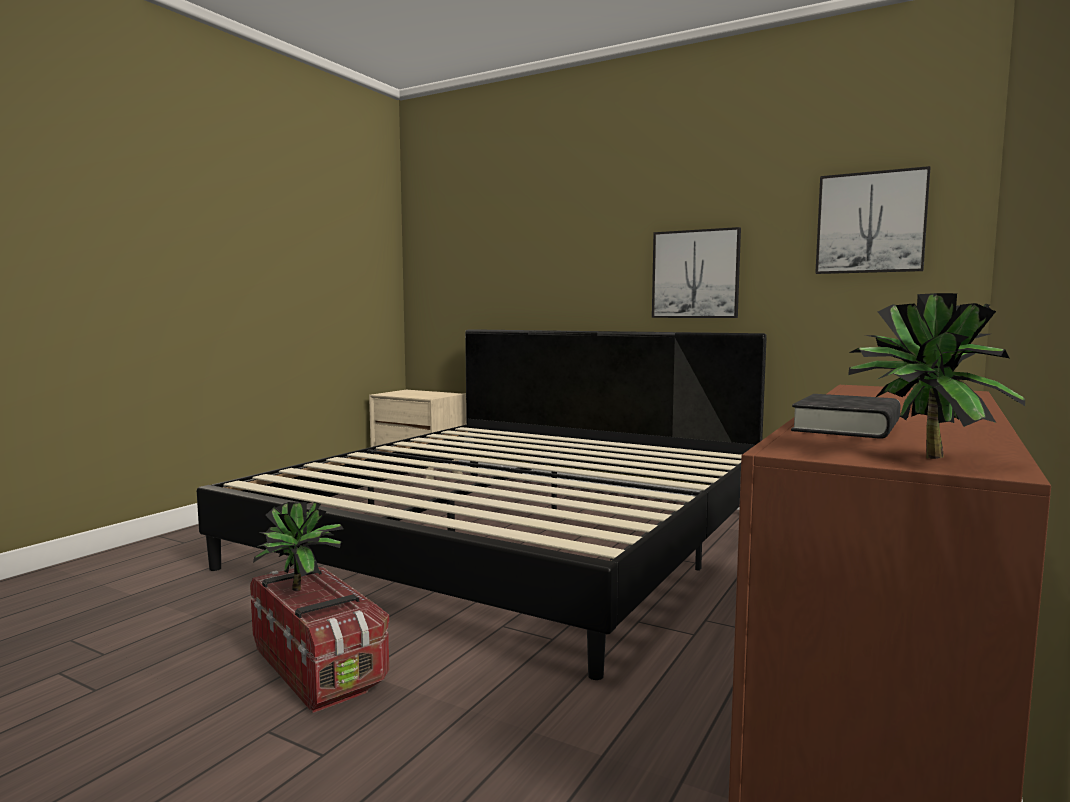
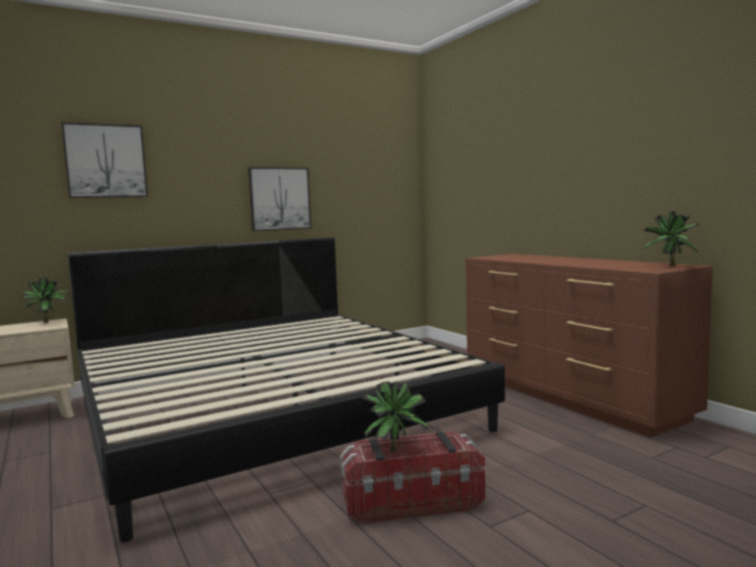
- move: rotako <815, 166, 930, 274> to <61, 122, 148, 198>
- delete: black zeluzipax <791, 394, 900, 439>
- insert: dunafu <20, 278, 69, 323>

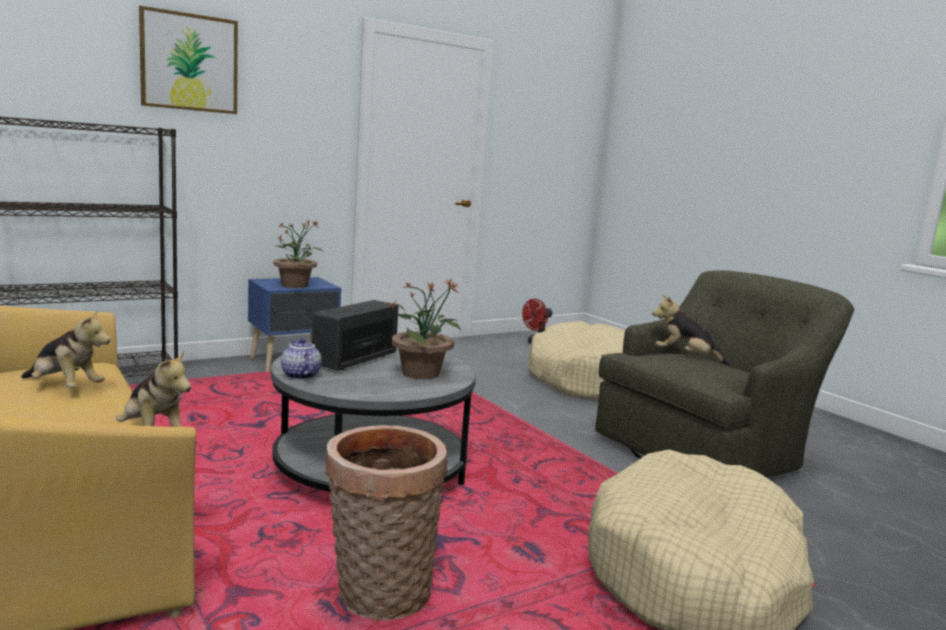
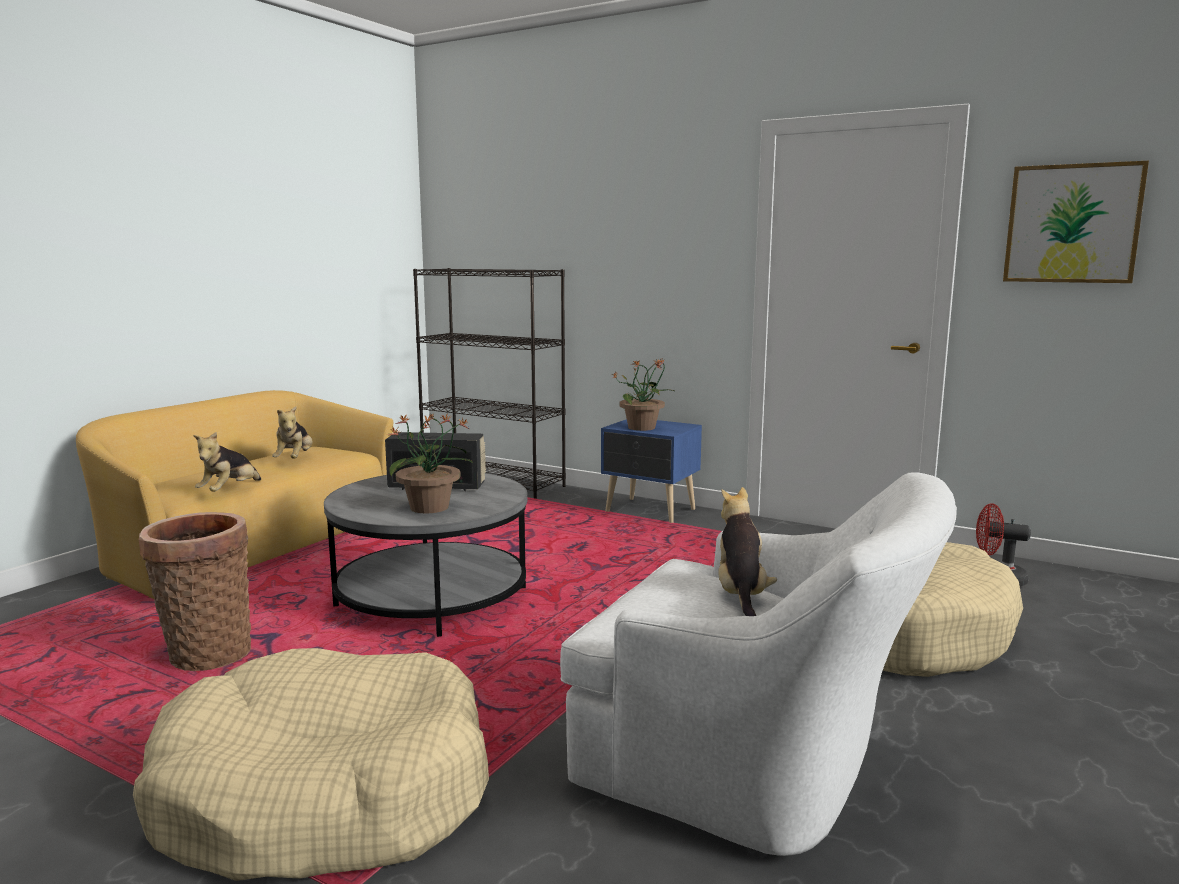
- move: rotako <139, 6, 238, 114> to <1003, 161, 1149, 283>
- recolor: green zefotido <595, 270, 854, 478> to white zefotido <560, 472, 957, 856>
- delete: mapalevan <281, 338, 322, 379>

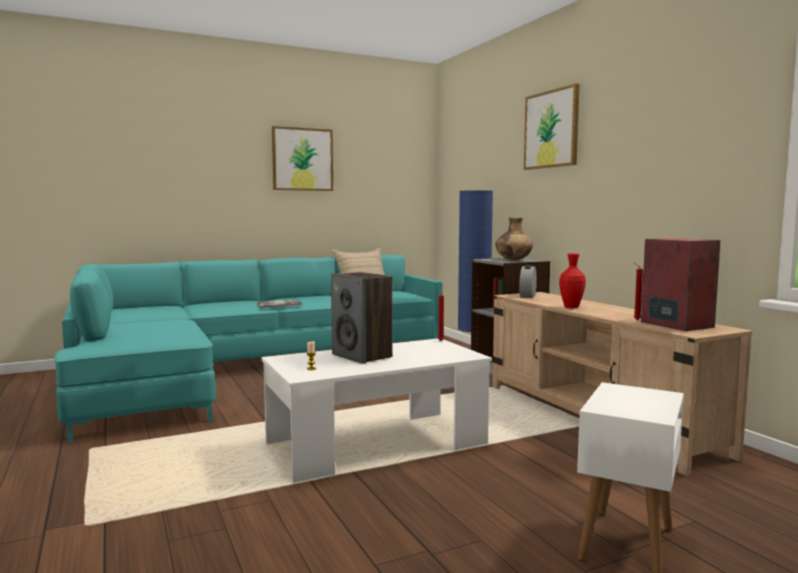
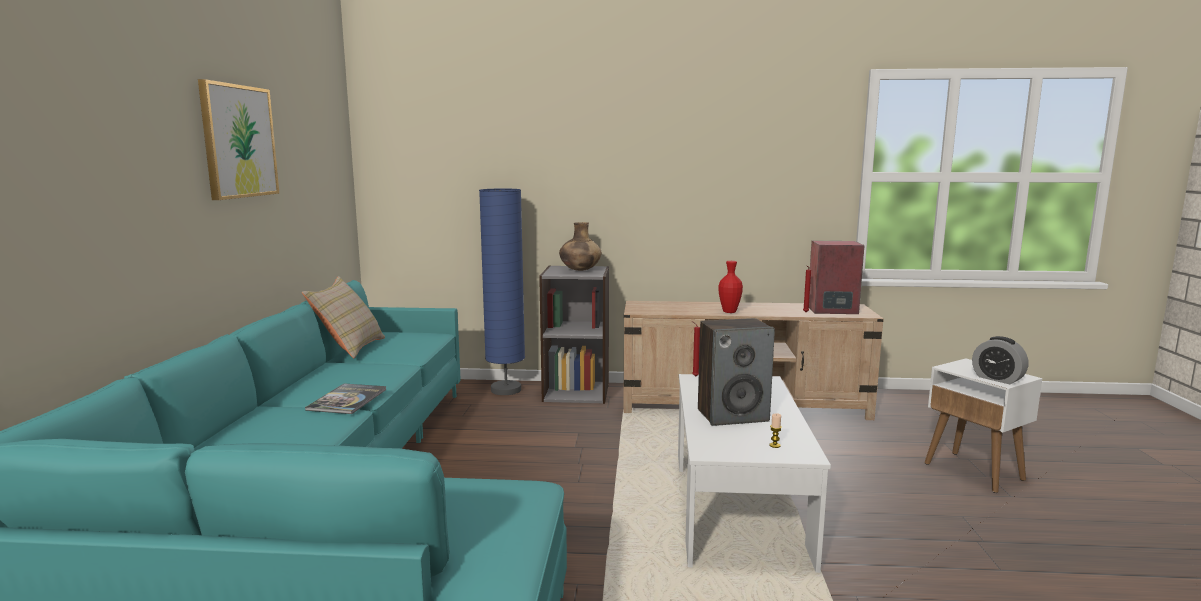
- delete: rotako <524, 83, 580, 170>
- move: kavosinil <519, 265, 537, 298> to <972, 336, 1028, 384>

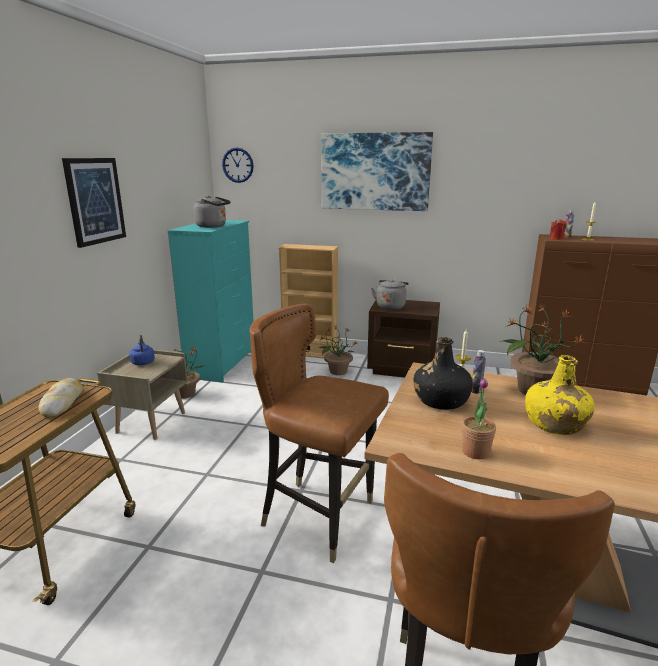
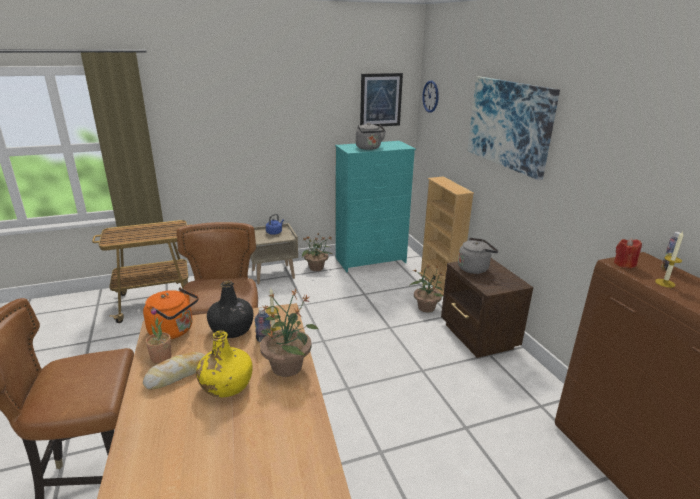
- move: rotako <62, 158, 126, 248> to <360, 73, 403, 126>
- move: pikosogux <39, 378, 83, 417> to <143, 352, 205, 390>
- insert: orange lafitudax <143, 287, 199, 339>

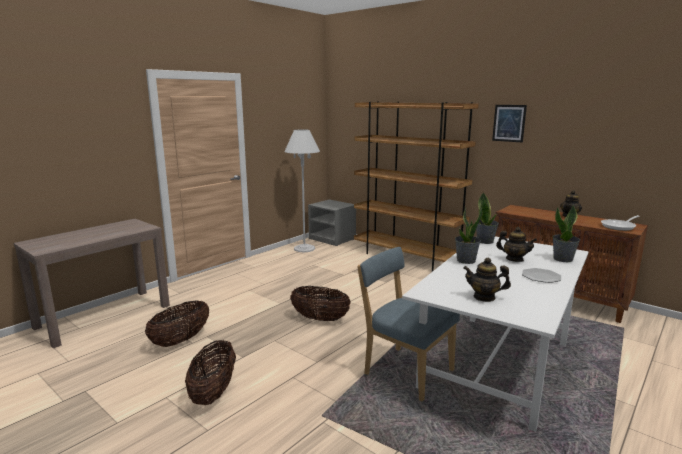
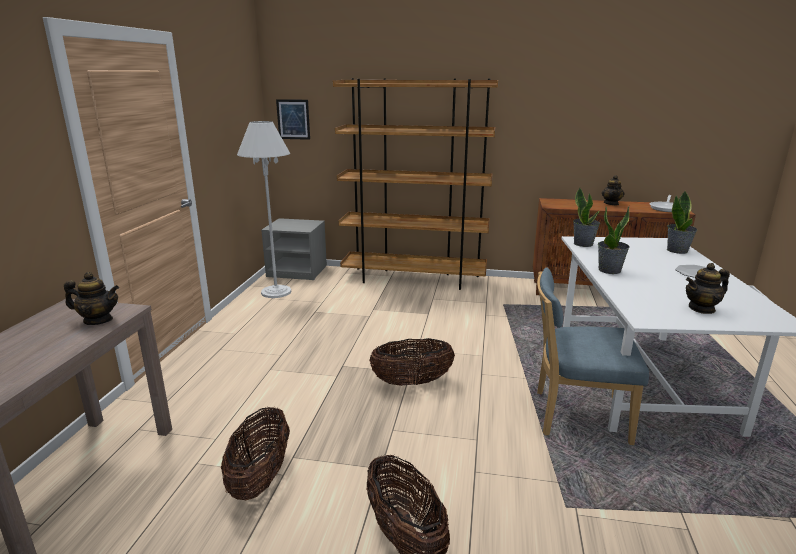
- move: rotako <492, 105, 527, 142> to <276, 99, 310, 140>
- move: mapalevan <496, 227, 537, 262> to <64, 272, 119, 325>

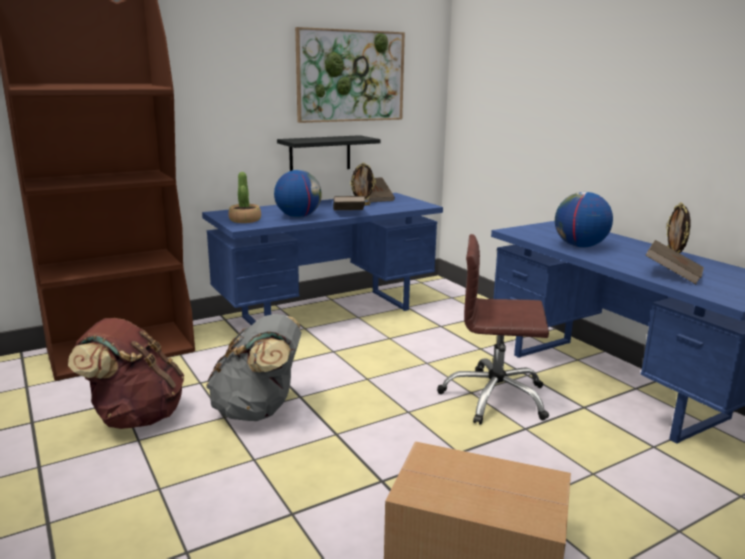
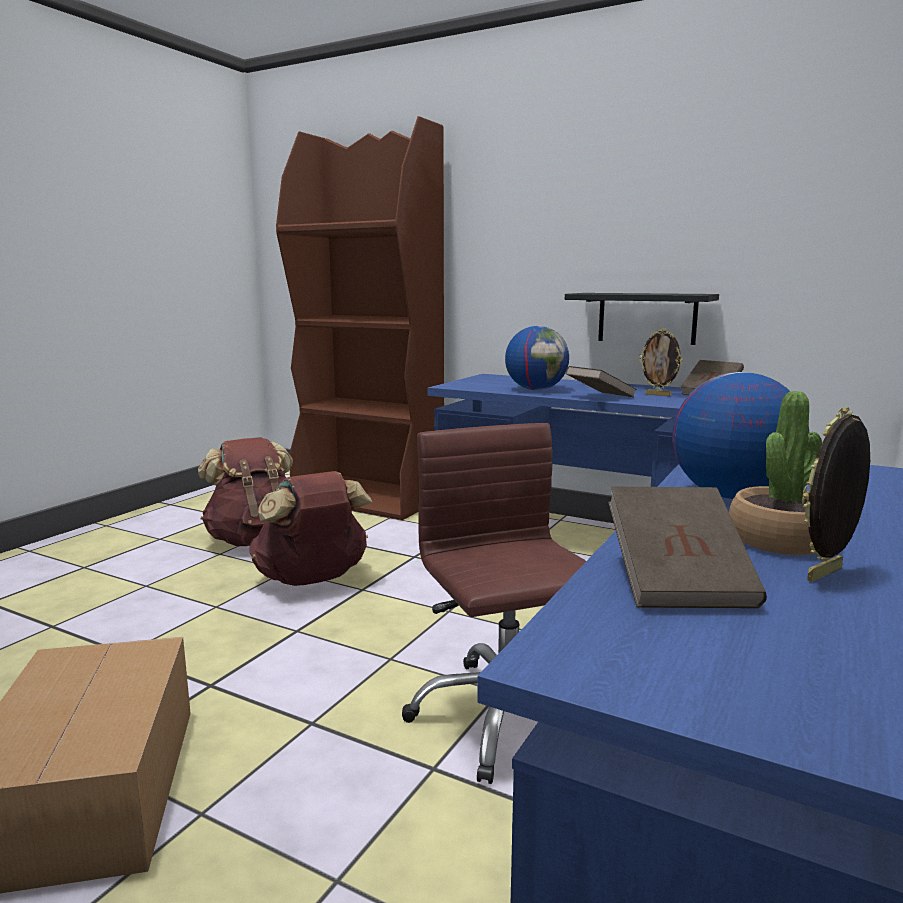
- delete: rotako <295, 27, 405, 123>
- move: dunafu <228, 172, 261, 223> to <729, 391, 822, 555>
- recolor: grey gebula <206, 314, 301, 421> to brown gebula <249, 471, 373, 586>

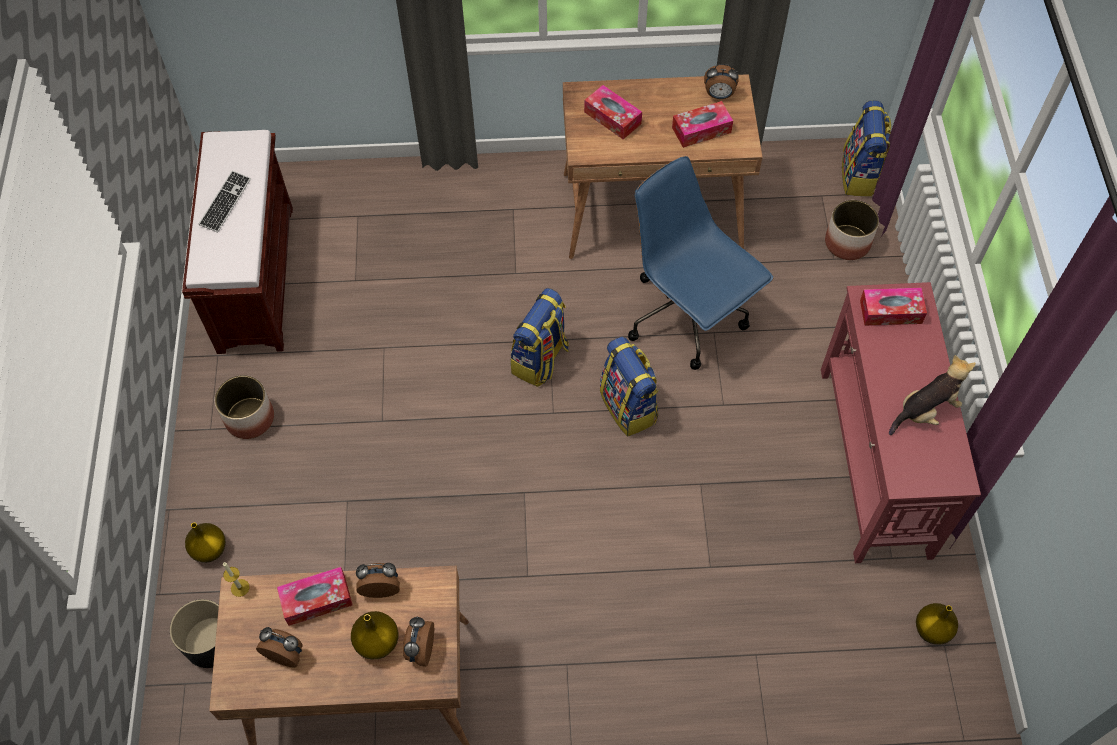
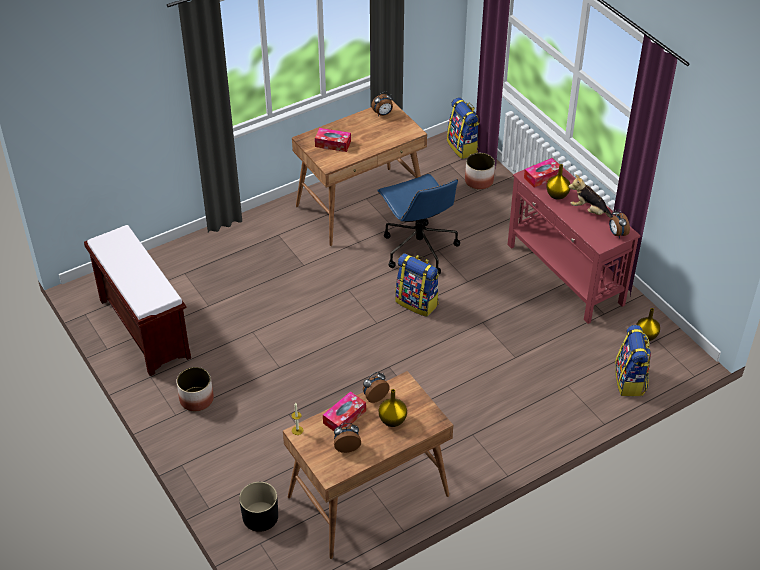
- delete: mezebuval <672, 101, 733, 148>
- rotate: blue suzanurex <628, 156, 773, 370> = <377, 174, 460, 274> 135 degrees counterclockwise
- delete: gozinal <198, 171, 251, 233>
- move: gebula <510, 288, 569, 387> to <615, 325, 651, 396>
- rotate: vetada <889, 355, 976, 435> = <568, 174, 613, 218> 90 degrees counterclockwise
- move: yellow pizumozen <185, 523, 226, 563> to <546, 164, 570, 200>
- move: kavosinil <403, 616, 434, 667> to <609, 209, 630, 238>

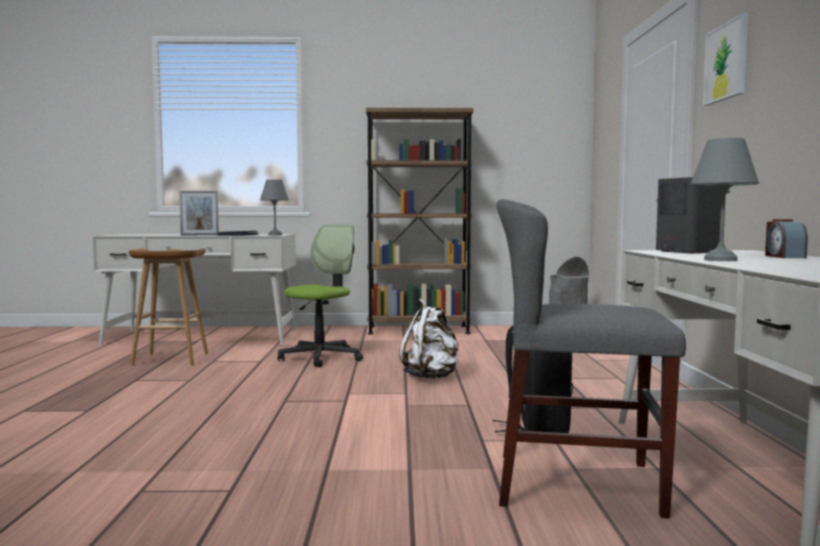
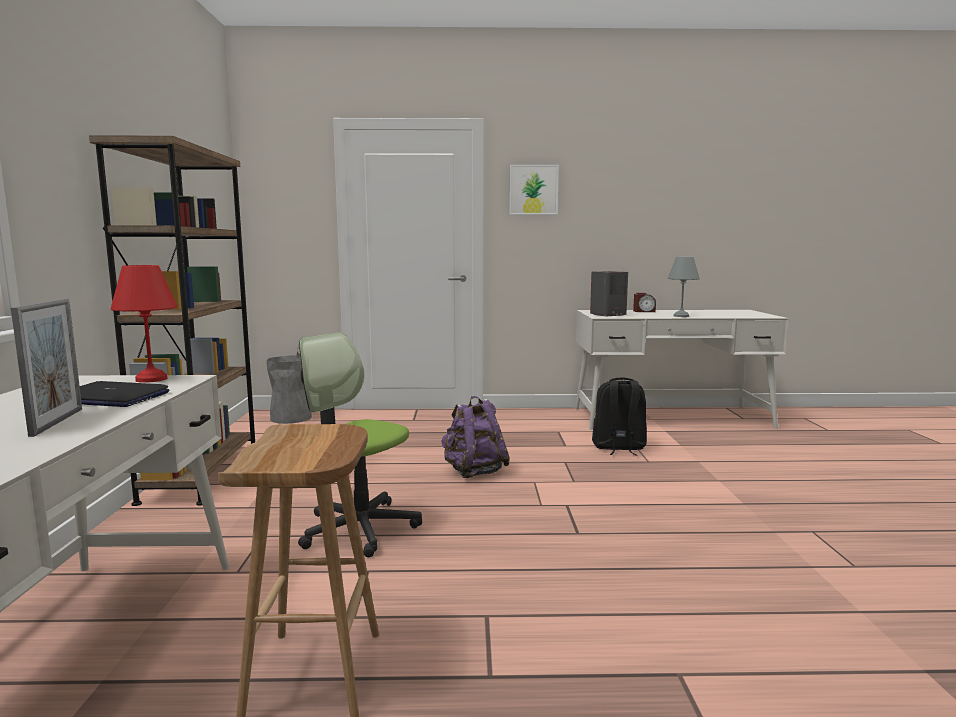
- recolor: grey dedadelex <260, 179, 289, 235> to red dedadelex <111, 265, 177, 383>
- delete: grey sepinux <497, 199, 686, 519>
- recolor: white gebula <399, 299, 459, 379> to purple gebula <441, 396, 510, 478>

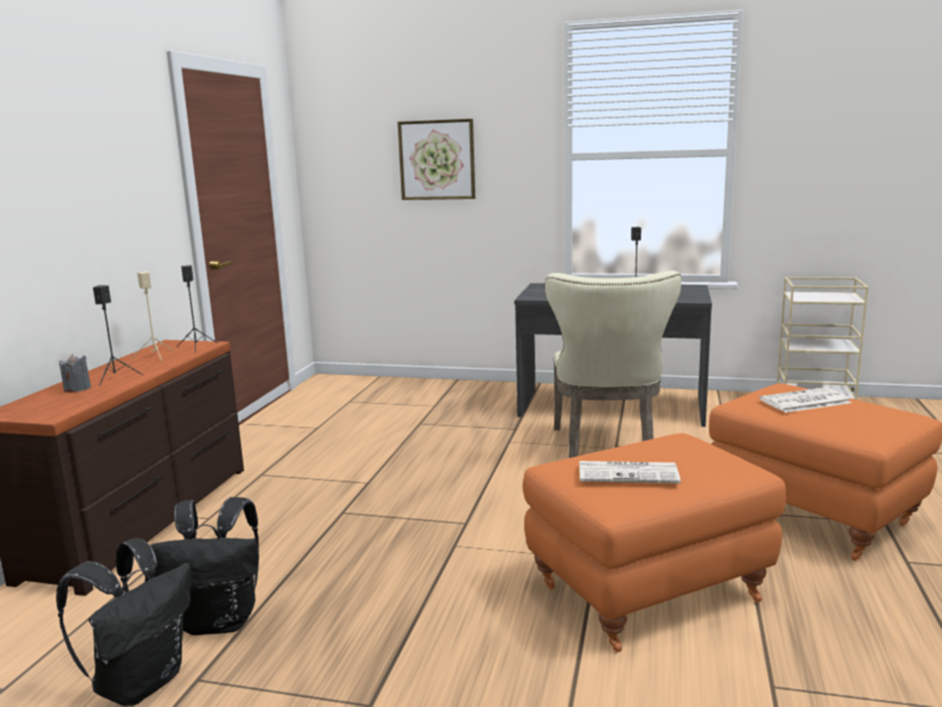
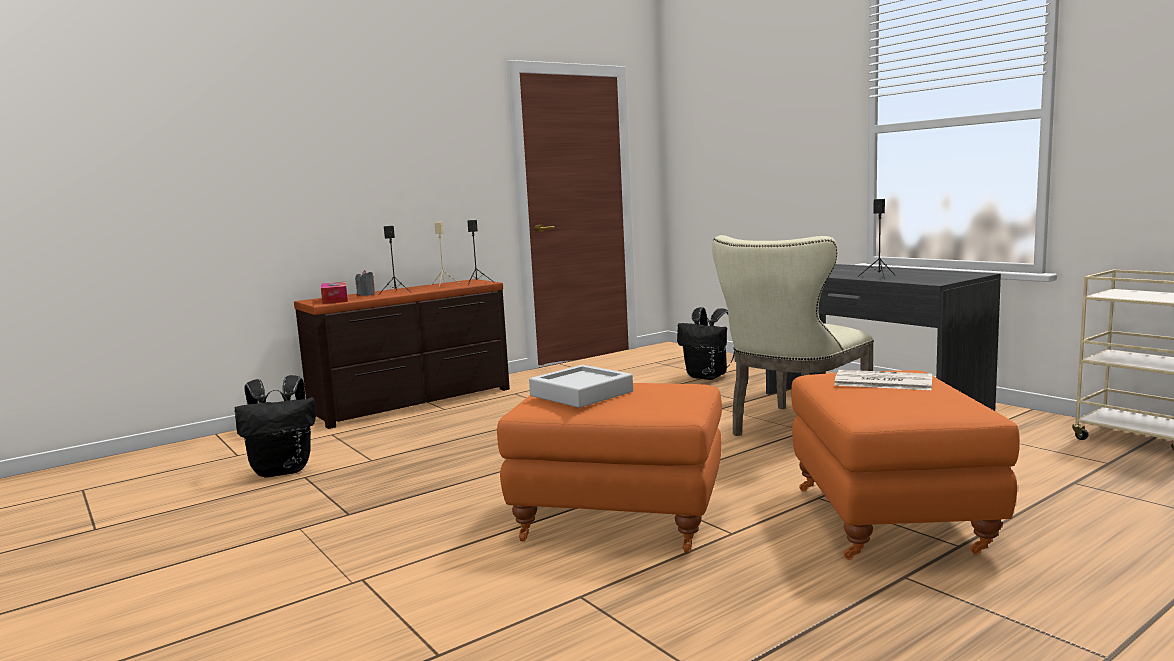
- delete: rotako <398, 119, 475, 200>
- replace: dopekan <579, 461, 681, 483> to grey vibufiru <529, 365, 633, 408>
- move: black gebula <151, 497, 259, 635> to <677, 307, 735, 380>
- insert: mezebuval <321, 282, 348, 304>

